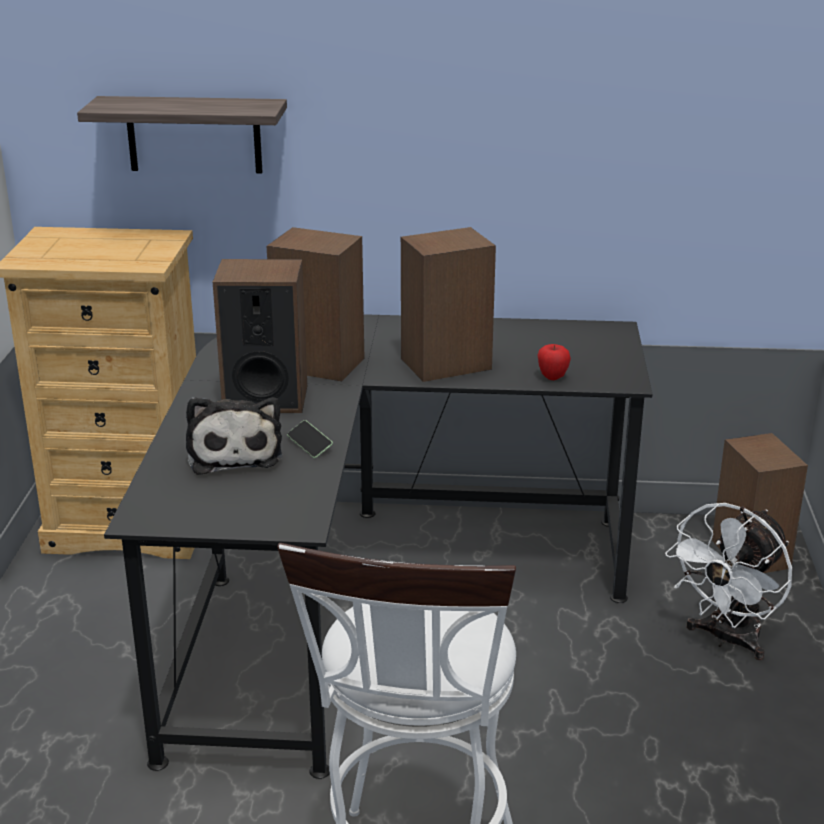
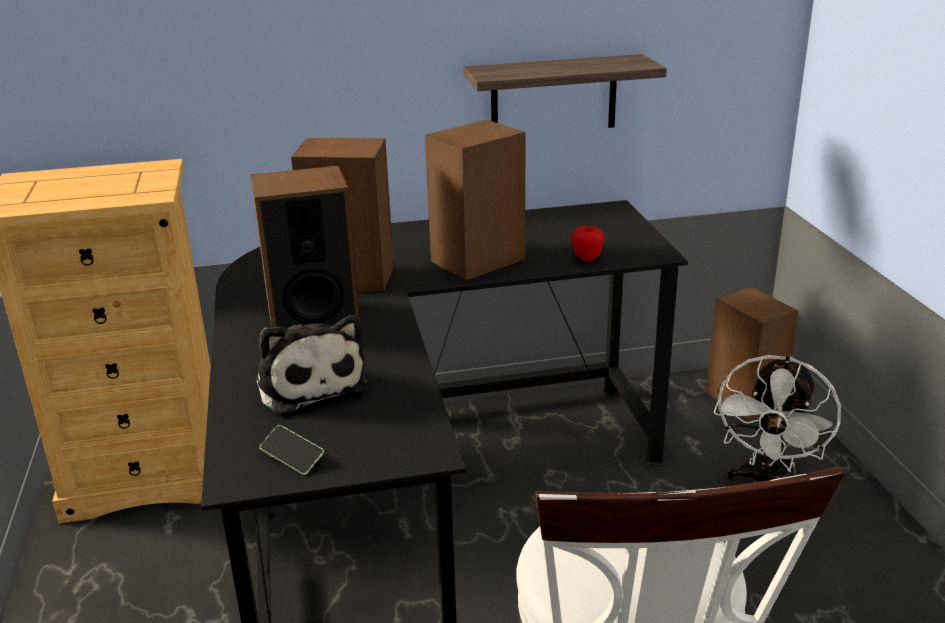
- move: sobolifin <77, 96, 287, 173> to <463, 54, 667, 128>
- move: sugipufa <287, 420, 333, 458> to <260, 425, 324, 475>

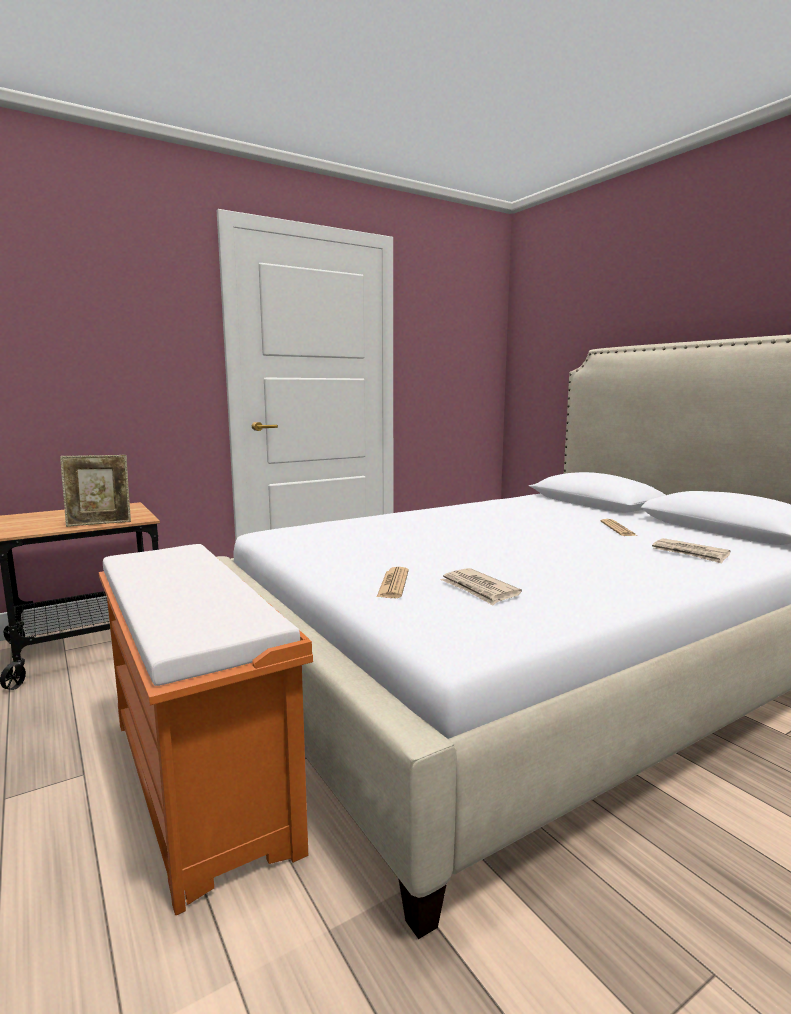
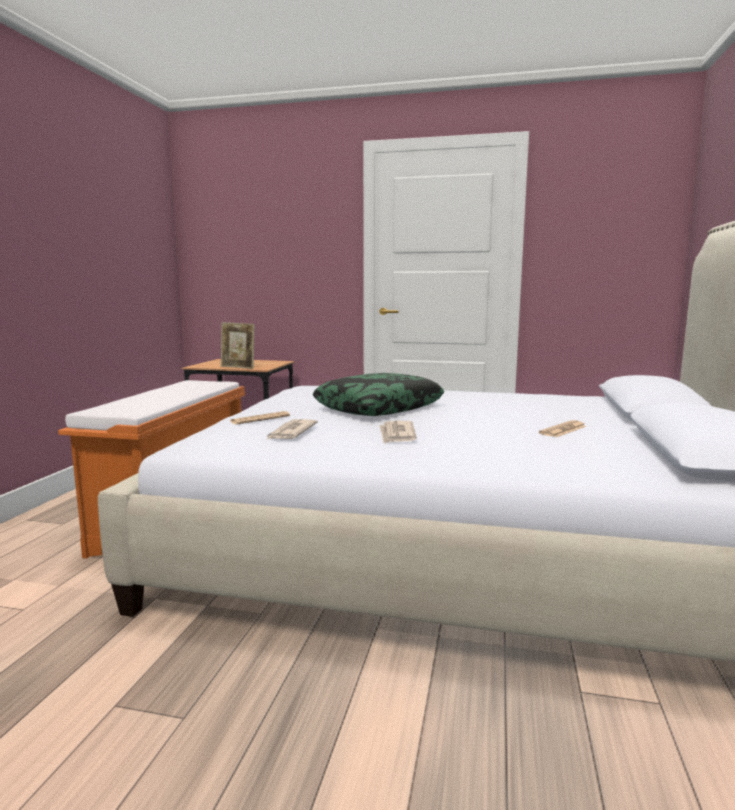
- move: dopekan <652, 538, 731, 564> to <379, 421, 417, 444>
- insert: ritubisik <313, 373, 445, 416>

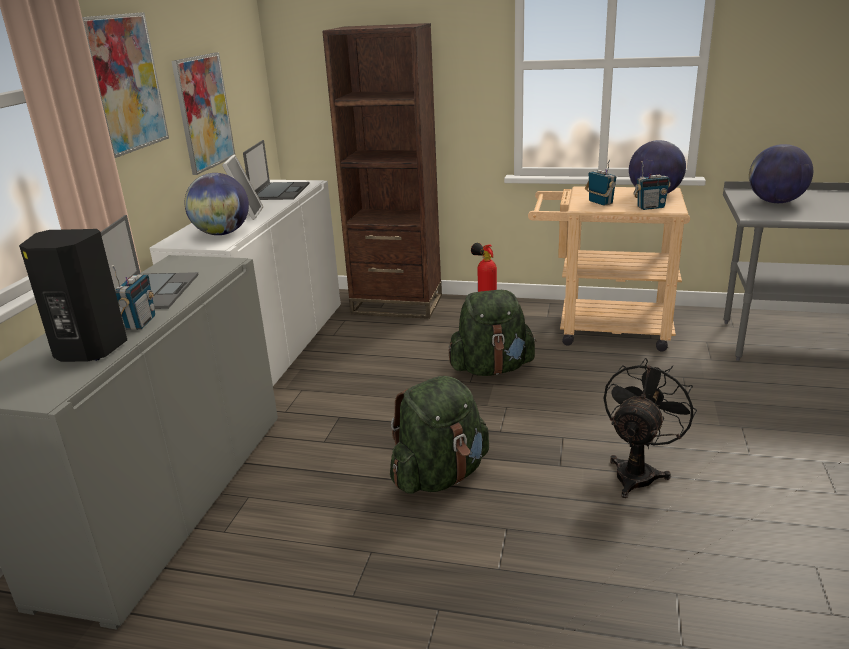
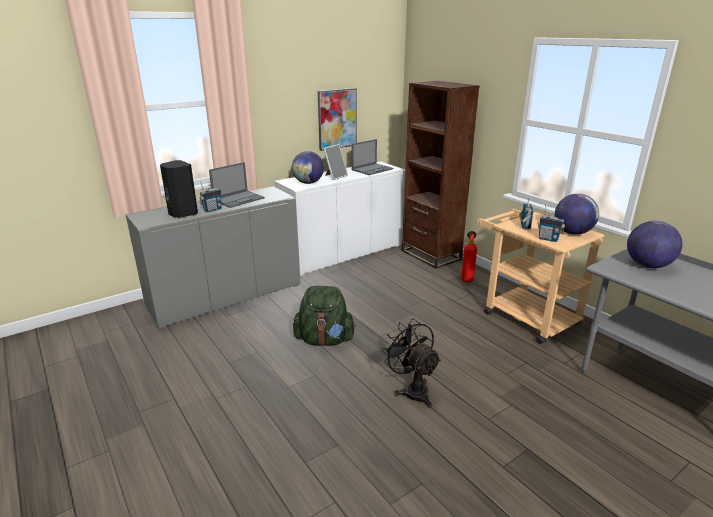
- delete: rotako <82, 12, 169, 158>
- delete: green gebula <448, 290, 537, 376>
- rotate: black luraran <603, 358, 697, 498> = <381, 318, 441, 408> 105 degrees counterclockwise

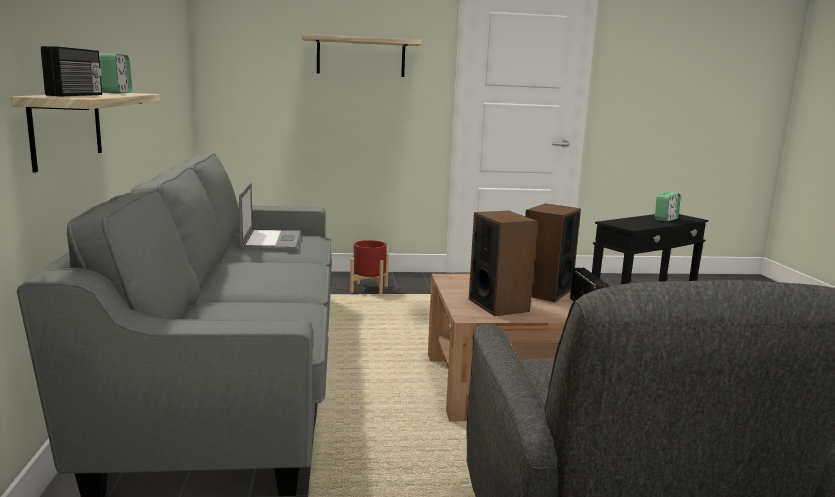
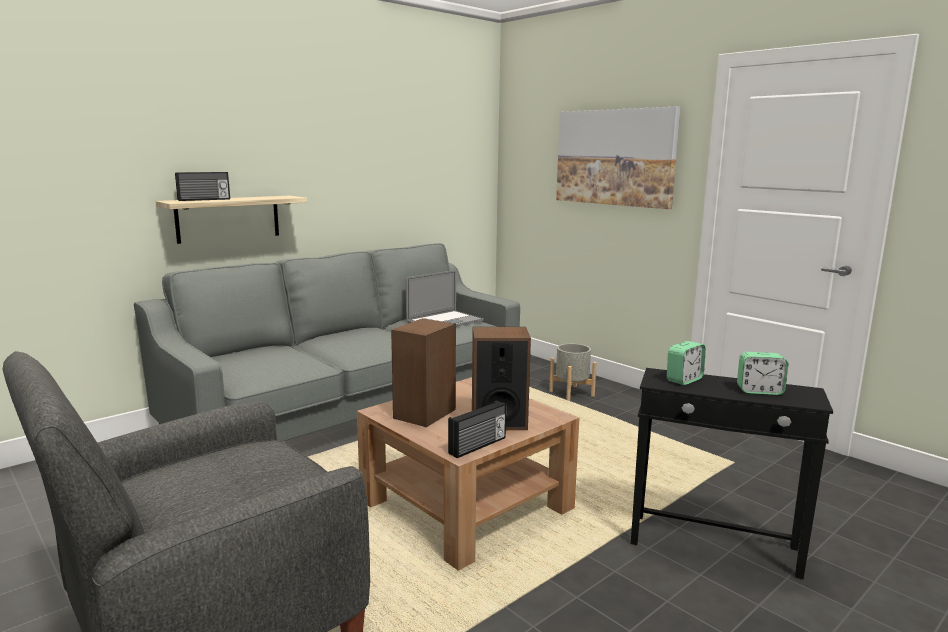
- replace: sobolifin <302, 34, 422, 77> to rotako <556, 107, 680, 209>
- move: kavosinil <99, 53, 132, 94> to <667, 341, 706, 385>
- recolor: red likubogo <350, 240, 389, 294> to grey likubogo <549, 343, 597, 401>

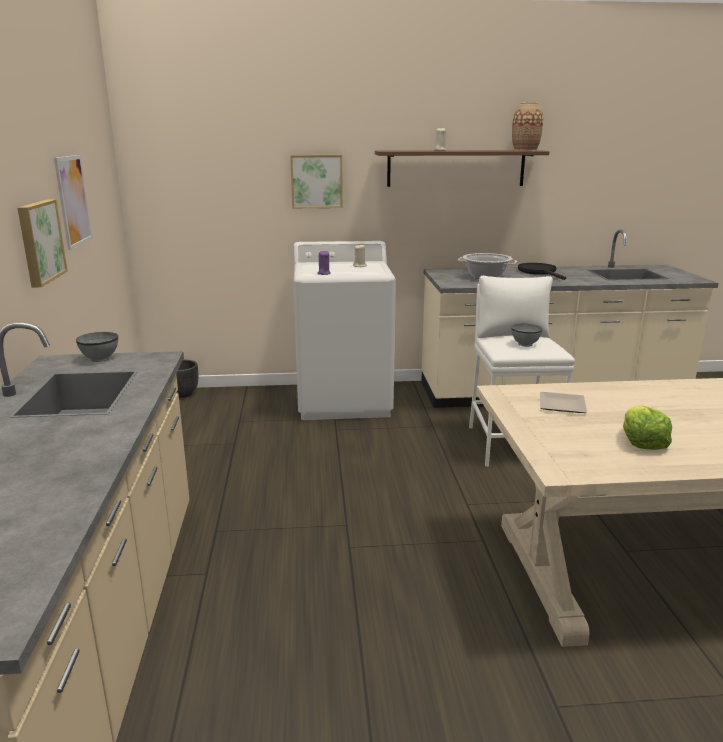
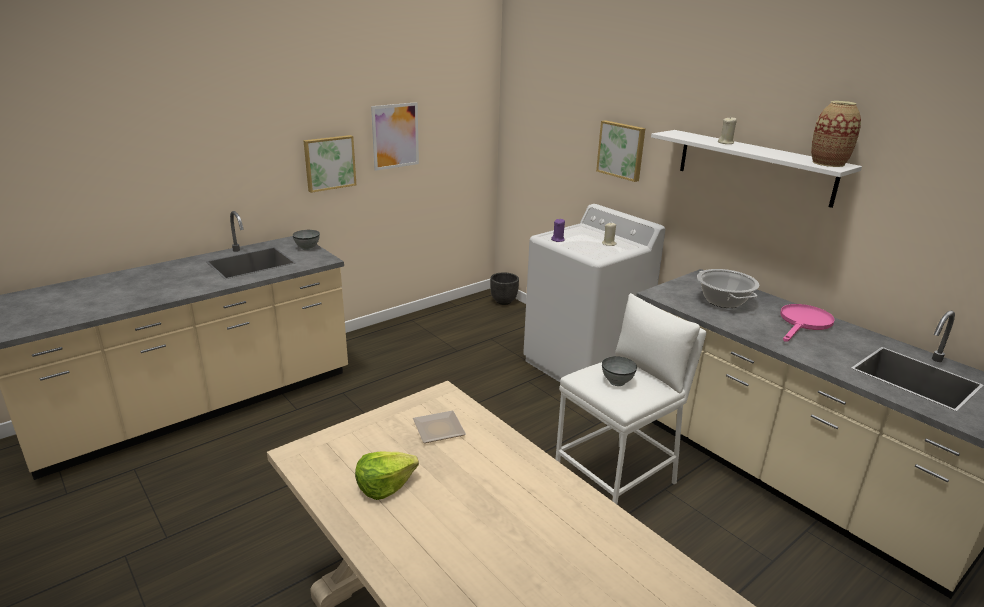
- recolor: brown sobolifin <375, 150, 549, 187> to white sobolifin <651, 130, 862, 208>
- recolor: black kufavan <518, 263, 566, 280> to pink kufavan <780, 304, 835, 342>

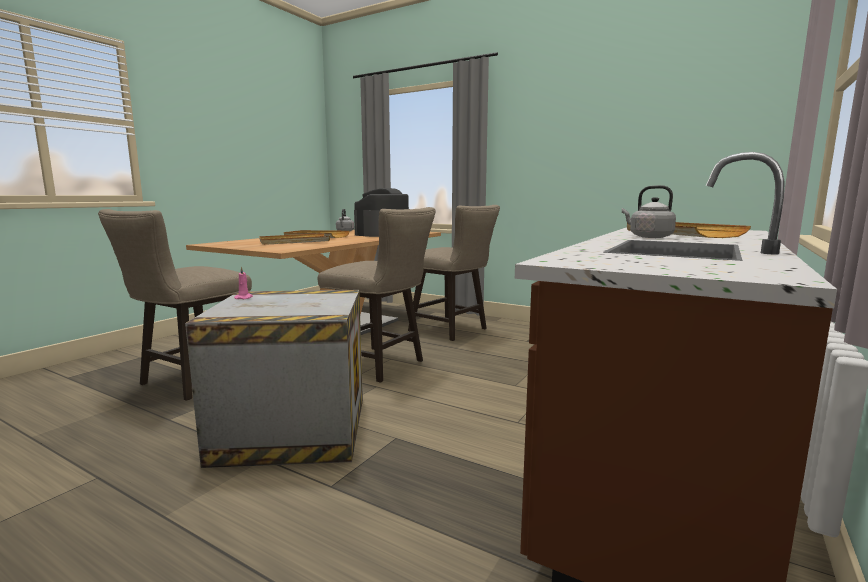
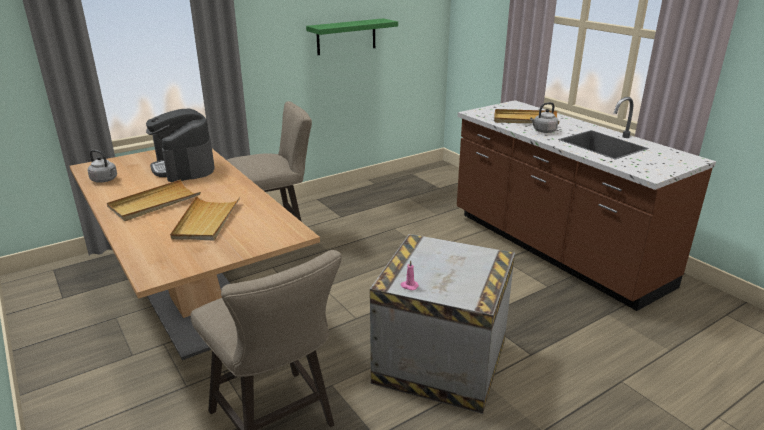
- delete: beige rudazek <318, 207, 436, 382>
- insert: green sobolifin <306, 18, 398, 55>

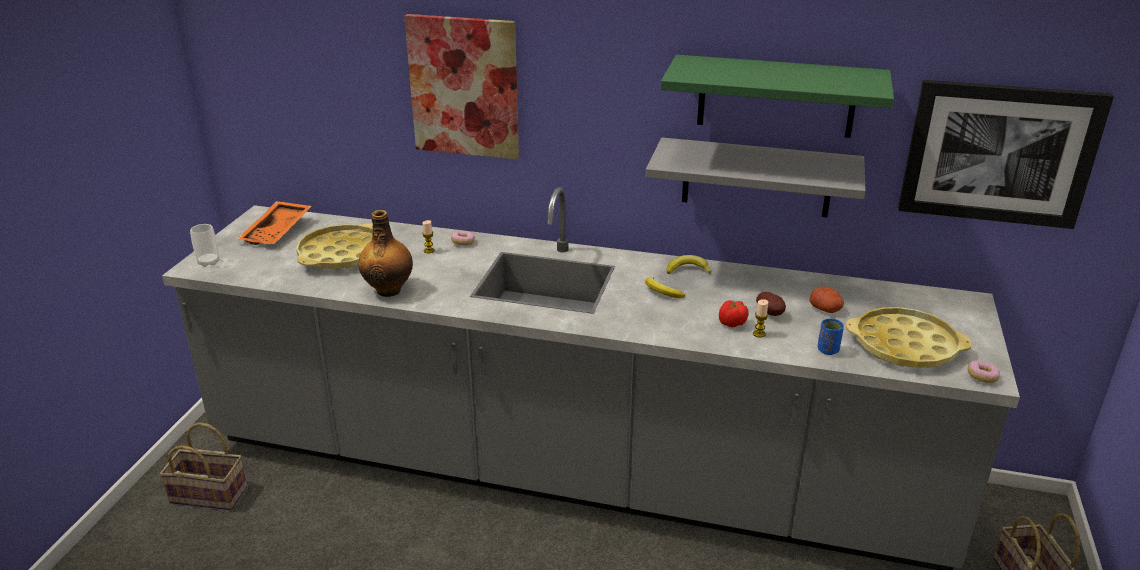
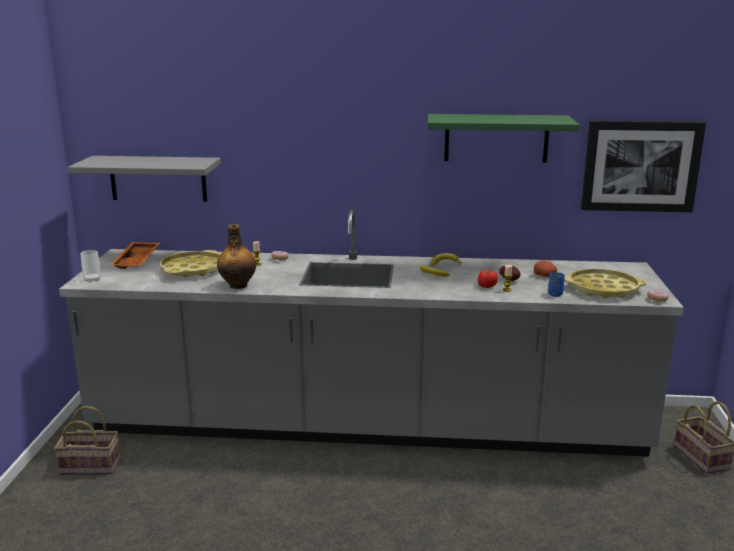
- delete: rotako <404, 14, 519, 159>
- move: grey sobolifin <646, 138, 866, 217> to <67, 156, 221, 202>

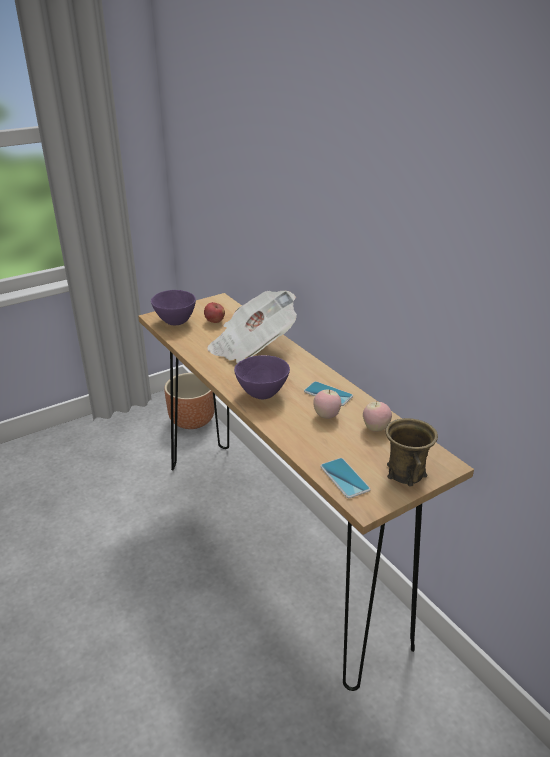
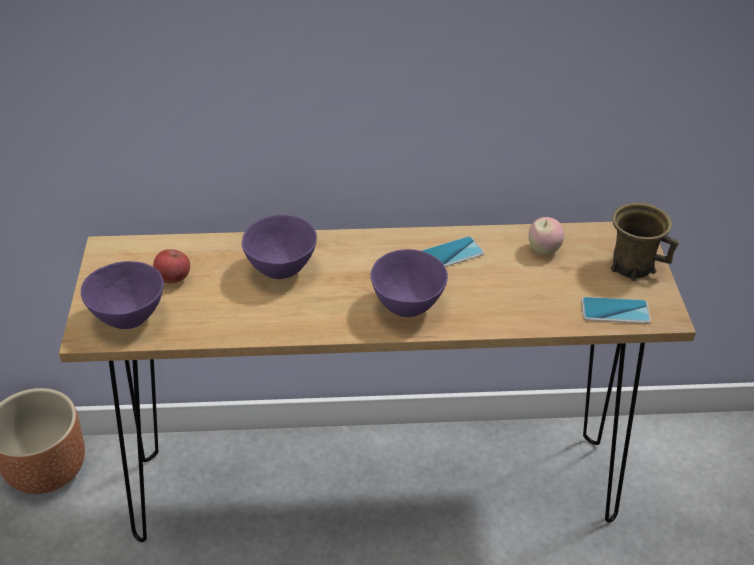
- replace: dopekan <208, 291, 297, 363> to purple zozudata <242, 215, 317, 279>
- delete: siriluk <313, 389, 341, 419>

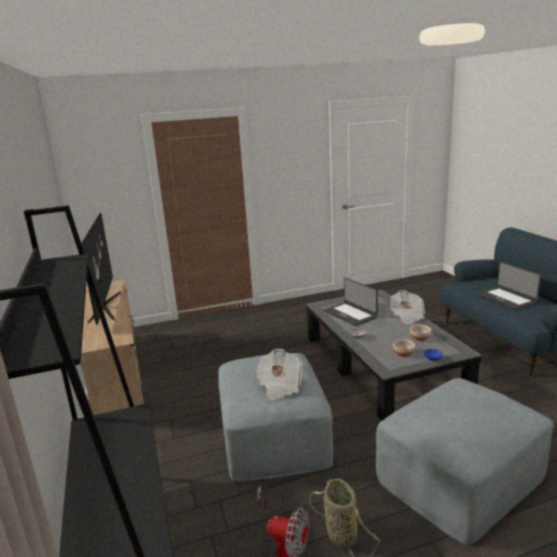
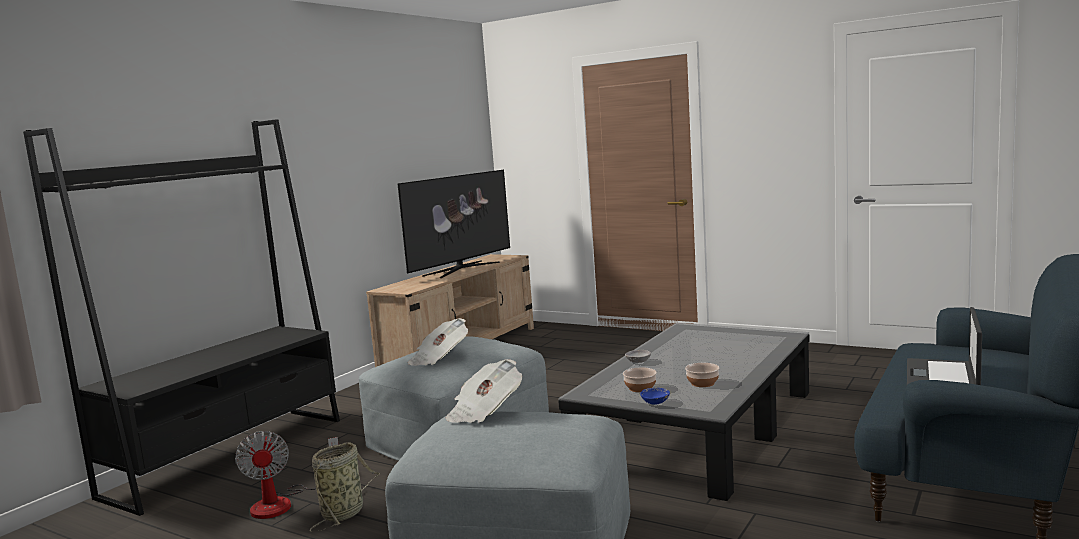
- delete: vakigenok <324, 277, 378, 326>
- move: dopekan <389, 290, 425, 324> to <446, 359, 522, 423>

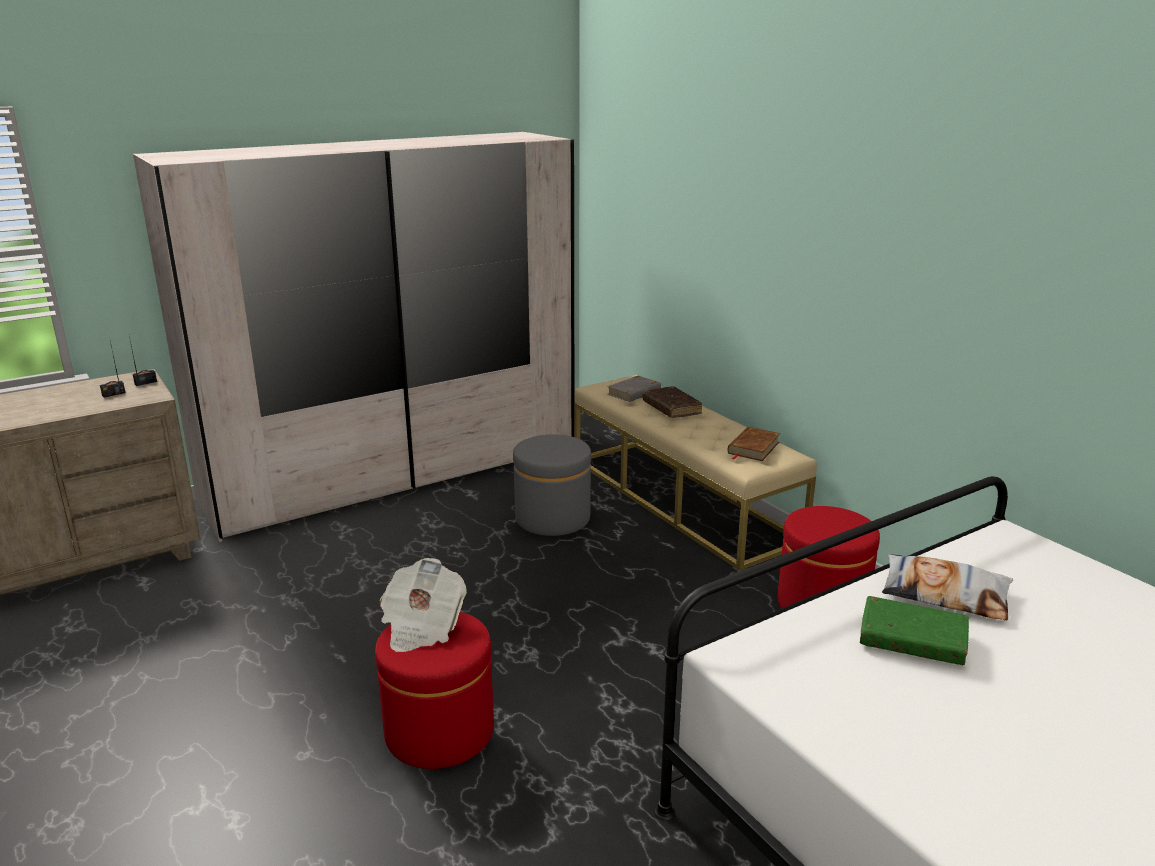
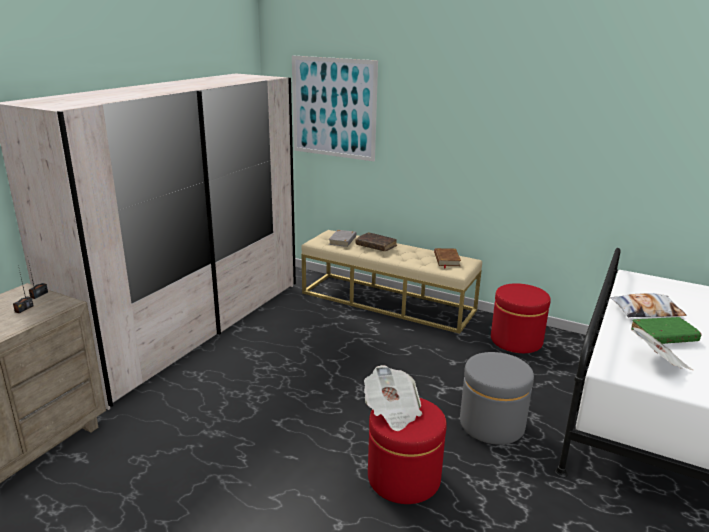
- move: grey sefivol <513, 434, 591, 536> to <460, 352, 534, 445>
- insert: rotako <292, 55, 378, 161>
- insert: dopekan <632, 327, 693, 370>

